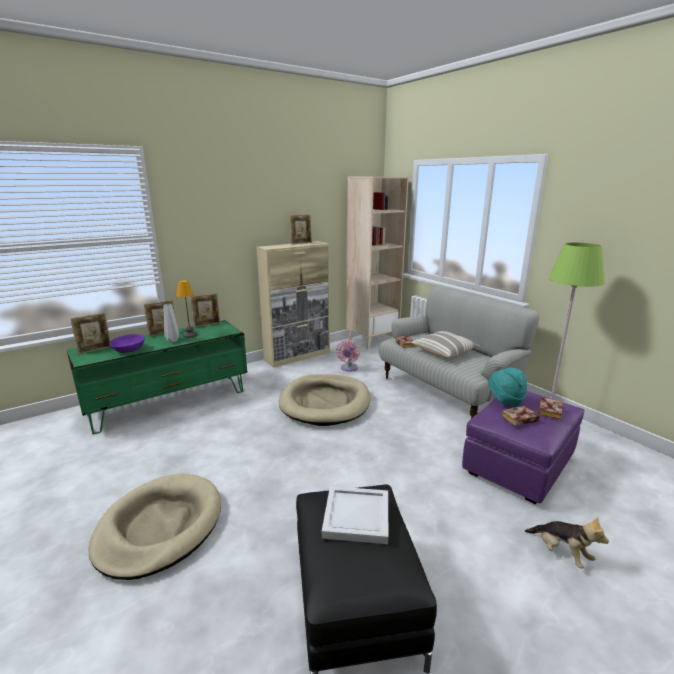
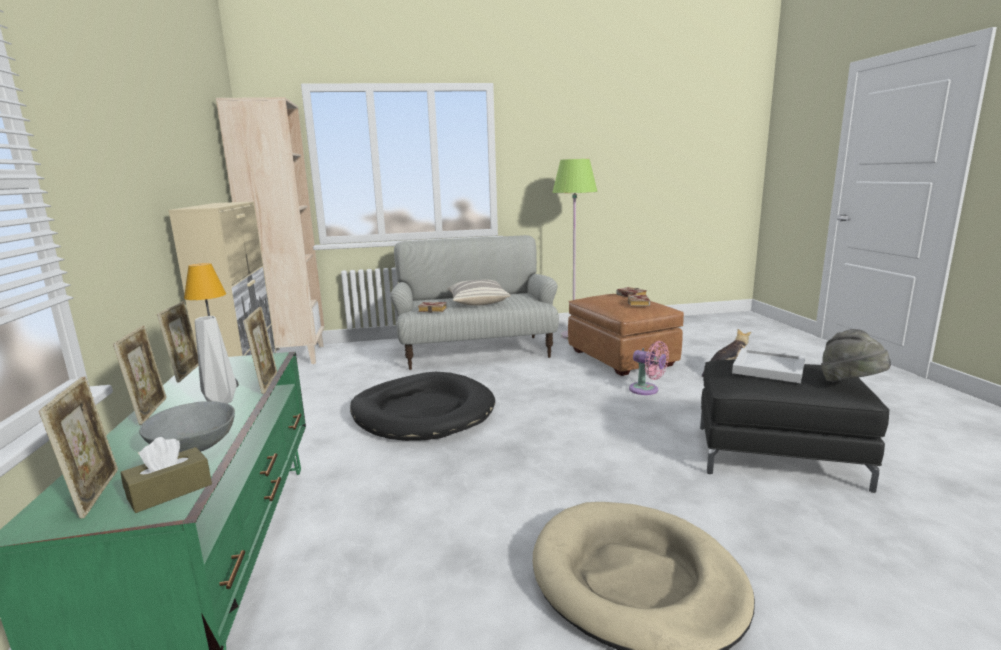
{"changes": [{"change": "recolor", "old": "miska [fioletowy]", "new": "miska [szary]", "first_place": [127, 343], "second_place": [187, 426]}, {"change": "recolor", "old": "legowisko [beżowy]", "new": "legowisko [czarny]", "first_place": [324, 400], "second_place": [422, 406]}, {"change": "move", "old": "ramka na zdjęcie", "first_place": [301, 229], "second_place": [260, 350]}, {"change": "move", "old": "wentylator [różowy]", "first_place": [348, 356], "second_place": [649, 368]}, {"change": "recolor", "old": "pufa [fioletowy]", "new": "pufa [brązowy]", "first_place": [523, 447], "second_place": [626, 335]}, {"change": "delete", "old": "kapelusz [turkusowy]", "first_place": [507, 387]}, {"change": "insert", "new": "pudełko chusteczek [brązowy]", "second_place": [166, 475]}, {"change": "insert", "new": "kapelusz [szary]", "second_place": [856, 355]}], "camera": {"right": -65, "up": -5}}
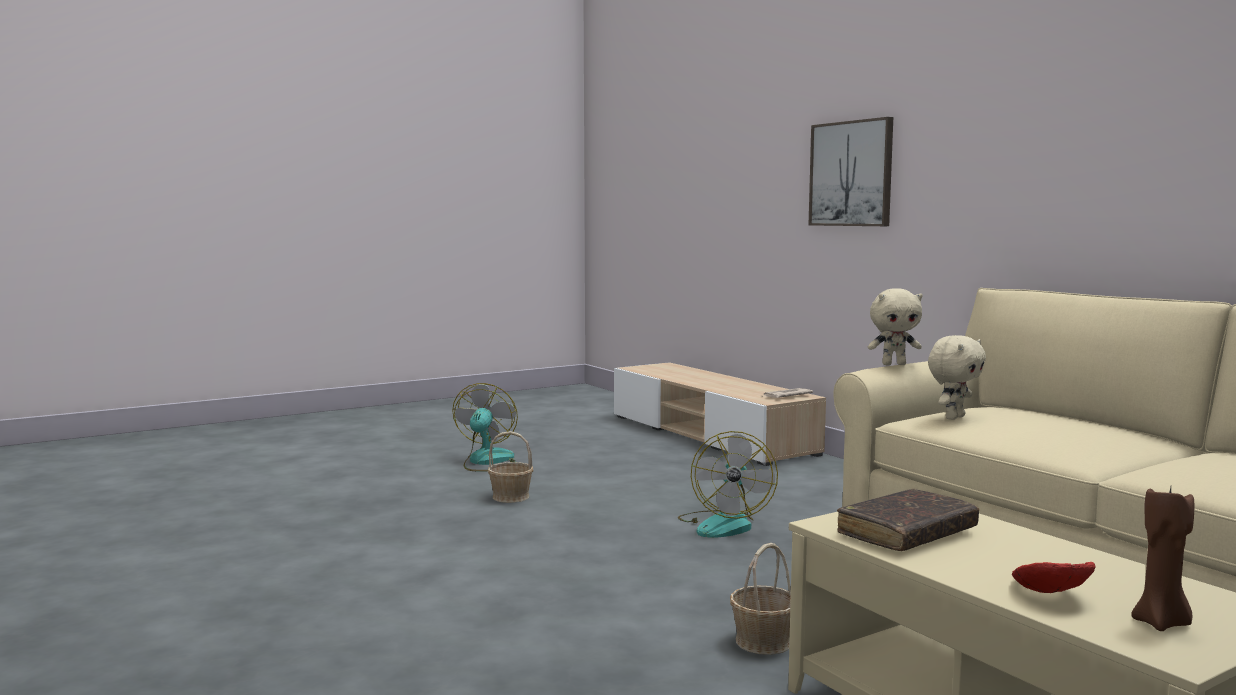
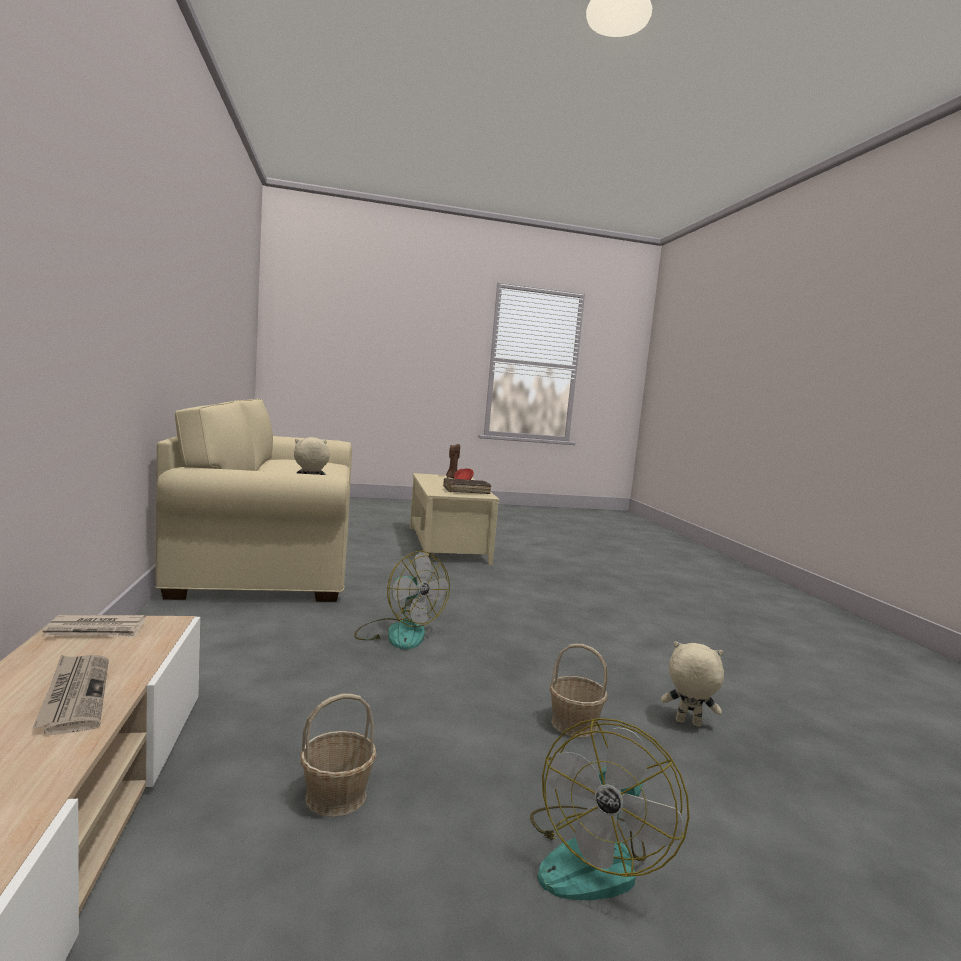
{"changes": [{"change": "rotate", "old": "wentylator", "first_place": [728, 484], "second_place": [402, 600], "degrees": 105}, {"change": "move", "old": "koszyk", "first_place": [760, 599], "second_place": [338, 755]}, {"change": "delete", "old": "obraz", "first_place": [851, 171]}, {"change": "move", "old": "pluszak [beżowy]", "first_place": [895, 326], "second_place": [692, 684]}, {"change": "insert", "new": "gazeta", "second_place": [71, 695]}], "camera": {"right": -160, "up": 0}}
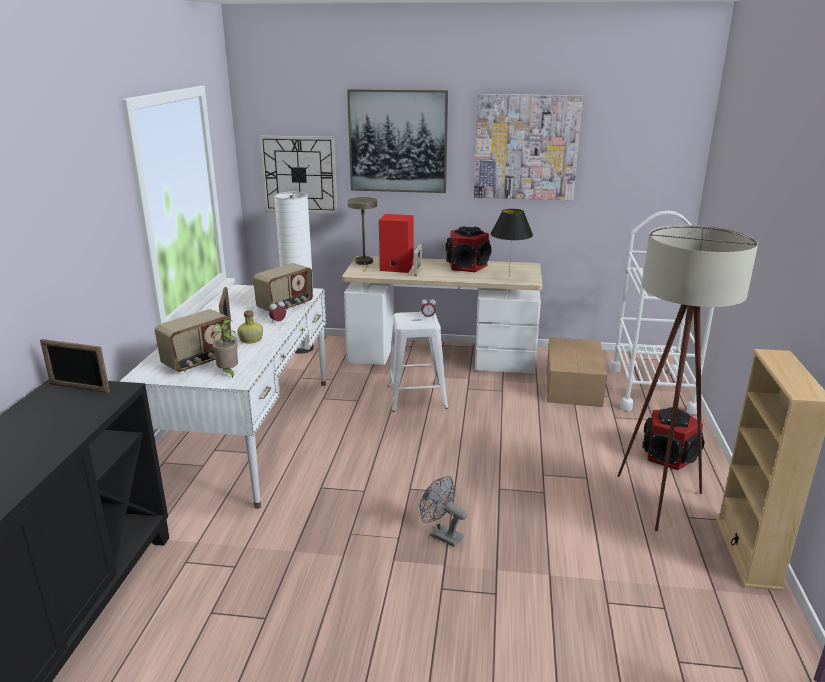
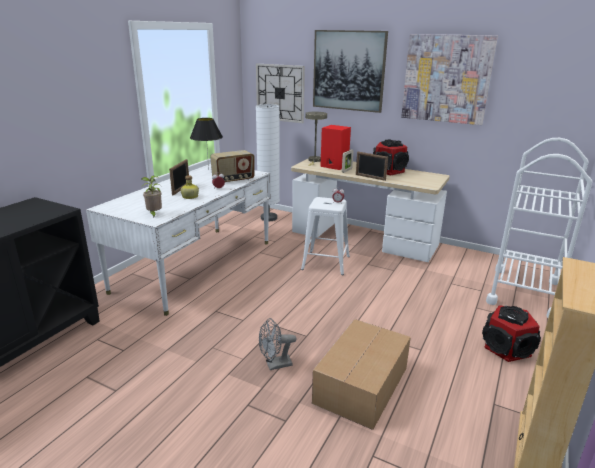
{"changes": [{"change": "move", "old": "ramka na zdjęcie", "first_place": [75, 366], "second_place": [372, 166]}, {"change": "delete", "old": "radio", "first_place": [193, 340]}, {"change": "rotate", "old": "wentylator [szary]", "first_place": [443, 511], "second_place": [277, 344], "degrees": -75}, {"change": "move", "old": "lampa stołowa [czarny]", "first_place": [512, 243], "second_place": [206, 144]}, {"change": "move", "old": "karton", "first_place": [577, 372], "second_place": [361, 374]}, {"change": "delete", "old": "lampa stojąca [beżowy]", "first_place": [688, 378]}], "camera": {"right": 20, "up": 0}}
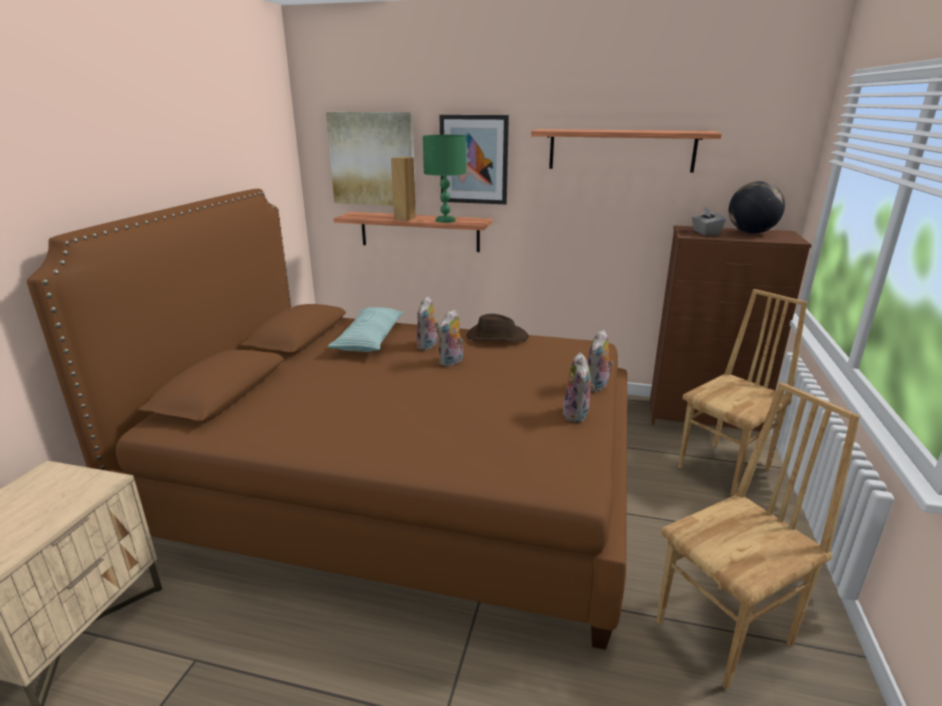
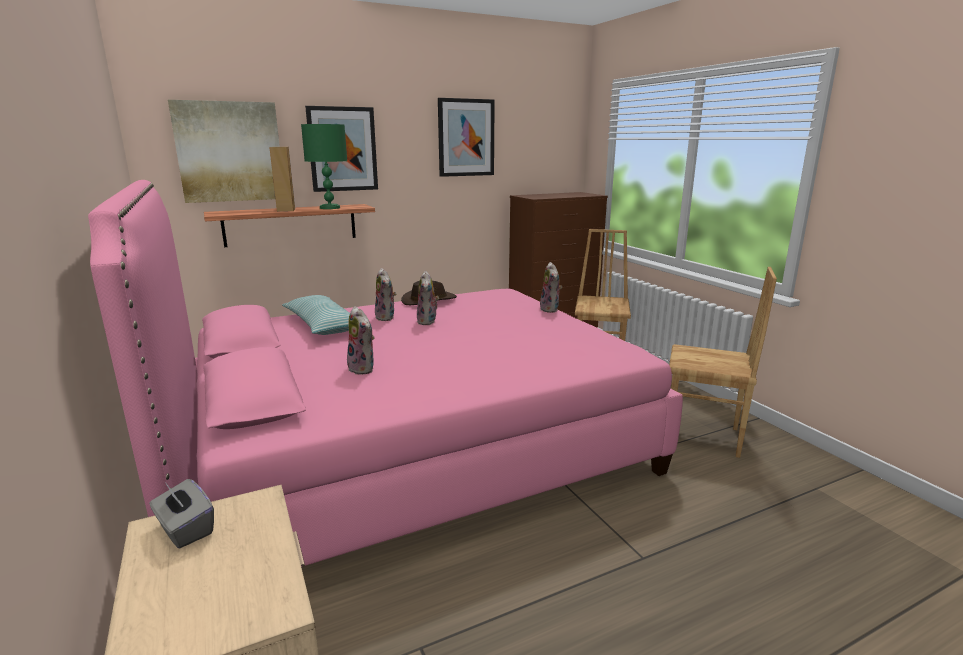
{"changes": [{"change": "recolor", "old": "łóżko [brązowy]", "new": "łóżko [różowy]", "first_place": [326, 419], "second_place": [385, 373]}, {"change": "replace", "old": "półka", "new": "obraz", "first_place": [626, 151], "second_place": [466, 137]}, {"change": "move", "old": "pluszak", "first_place": [579, 387], "second_place": [361, 340]}, {"change": "rotate", "old": "krzesło [brązowy]", "first_place": [758, 536], "second_place": [723, 362], "degrees": 90}, {"change": "move", "old": "pudełko chusteczek [szary]", "first_place": [709, 221], "second_place": [182, 513]}, {"change": "delete", "old": "globus", "first_place": [757, 207]}], "camera": {"right": -40, "up": -5}}
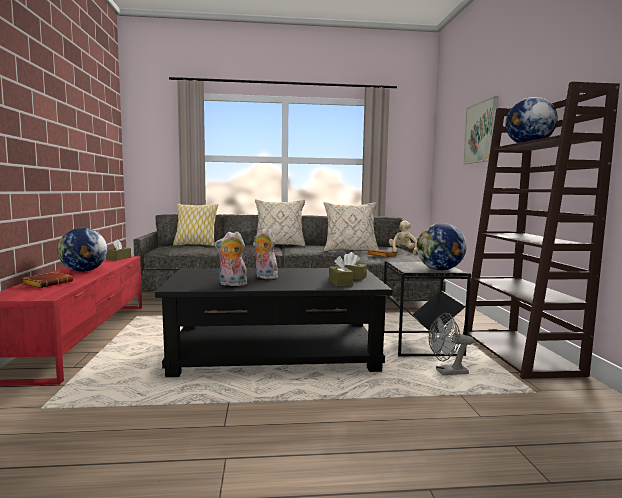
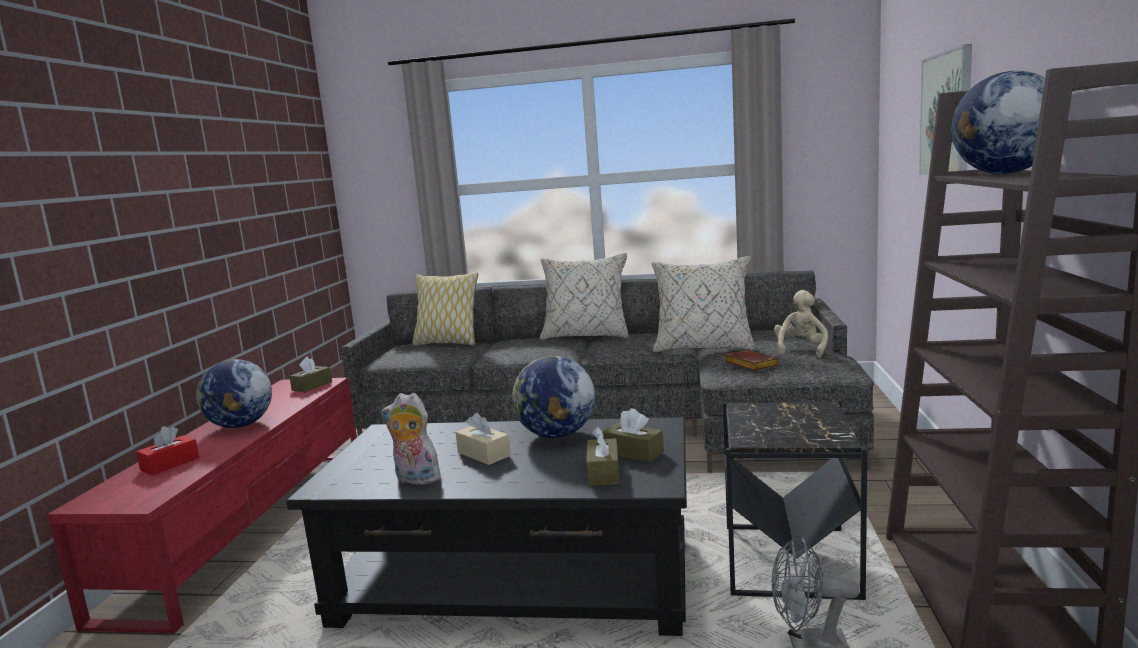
{"changes": [{"change": "replace", "old": "książka [brązowy]", "new": "pudełko chusteczek [czerwony]", "first_place": [47, 280], "second_place": [167, 450]}, {"change": "replace", "old": "pluszak", "new": "pudełko chusteczek [beżowy]", "first_place": [266, 254], "second_place": [483, 439]}, {"change": "move", "old": "globus", "first_place": [442, 246], "second_place": [553, 397]}], "camera": {"right": 15, "up": 5}}
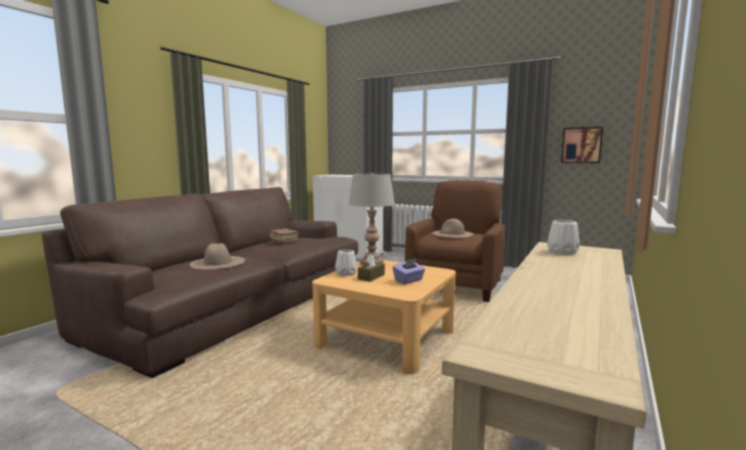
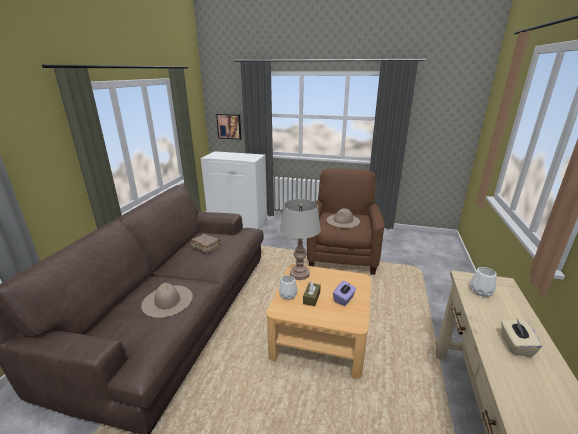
{"changes": [{"change": "move", "old": "obraz", "first_place": [582, 145], "second_place": [228, 127]}, {"change": "insert", "new": "pudełko chusteczek [beżowy]", "second_place": [521, 338]}], "camera": {"right": -15, "up": 15}}
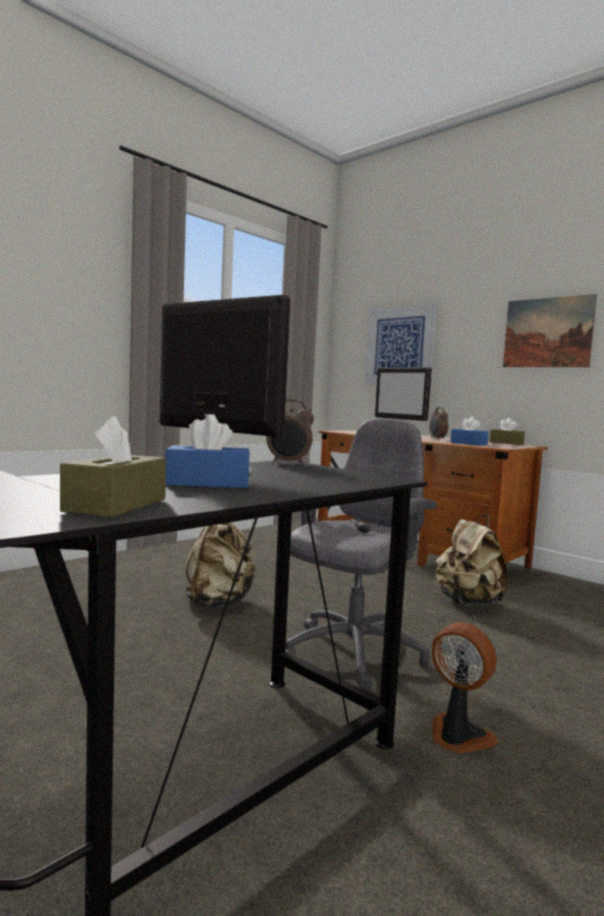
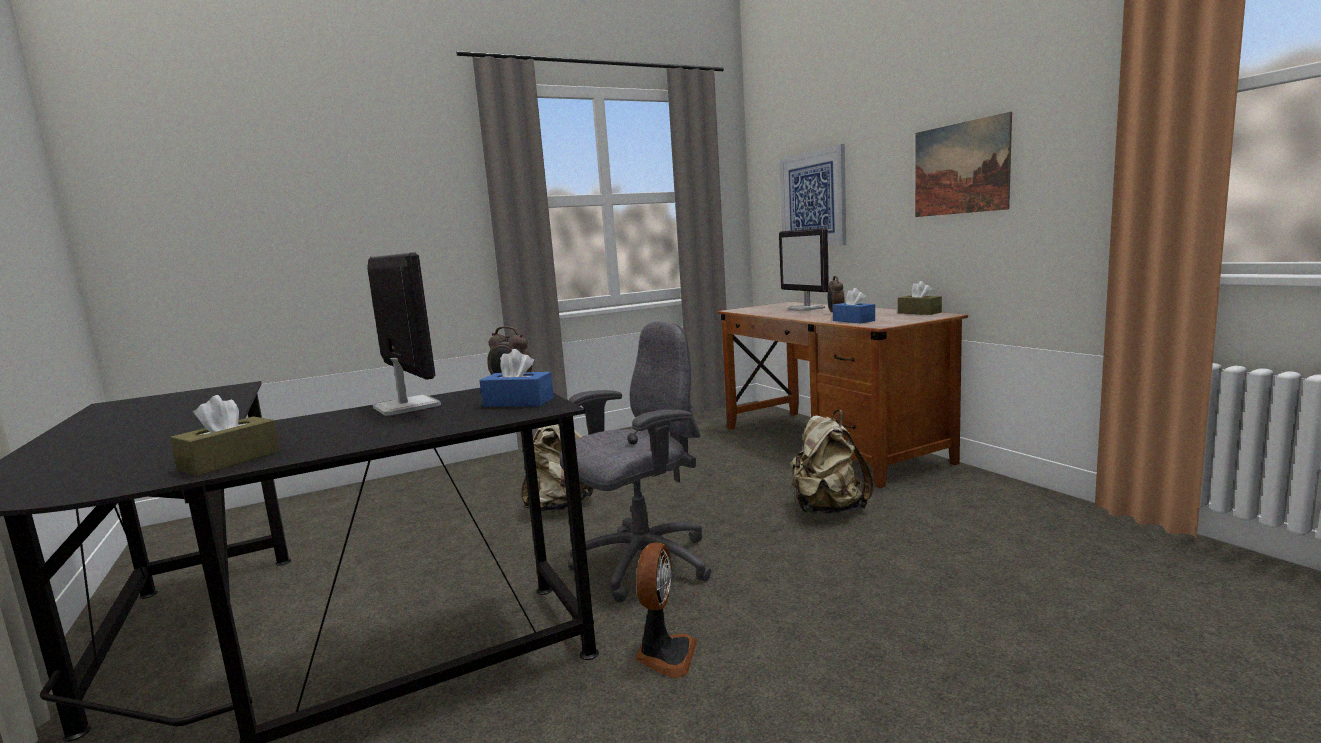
{"changes": [{"change": "move", "old": "pudełko chusteczek [niebieski]", "first_place": [207, 451], "second_place": [516, 378]}, {"change": "rotate", "old": "wentylator", "first_place": [465, 688], "second_place": [666, 610], "degrees": 45}], "camera": {"right": 20, "up": 5}}
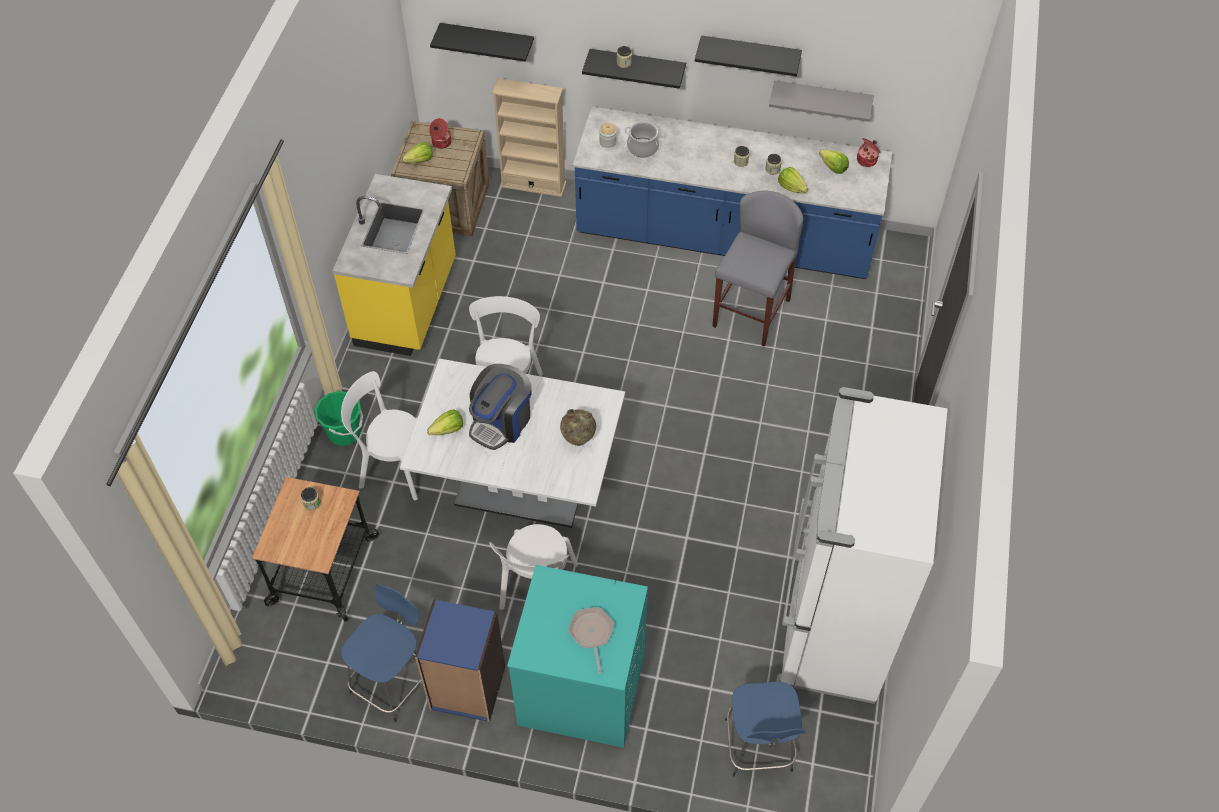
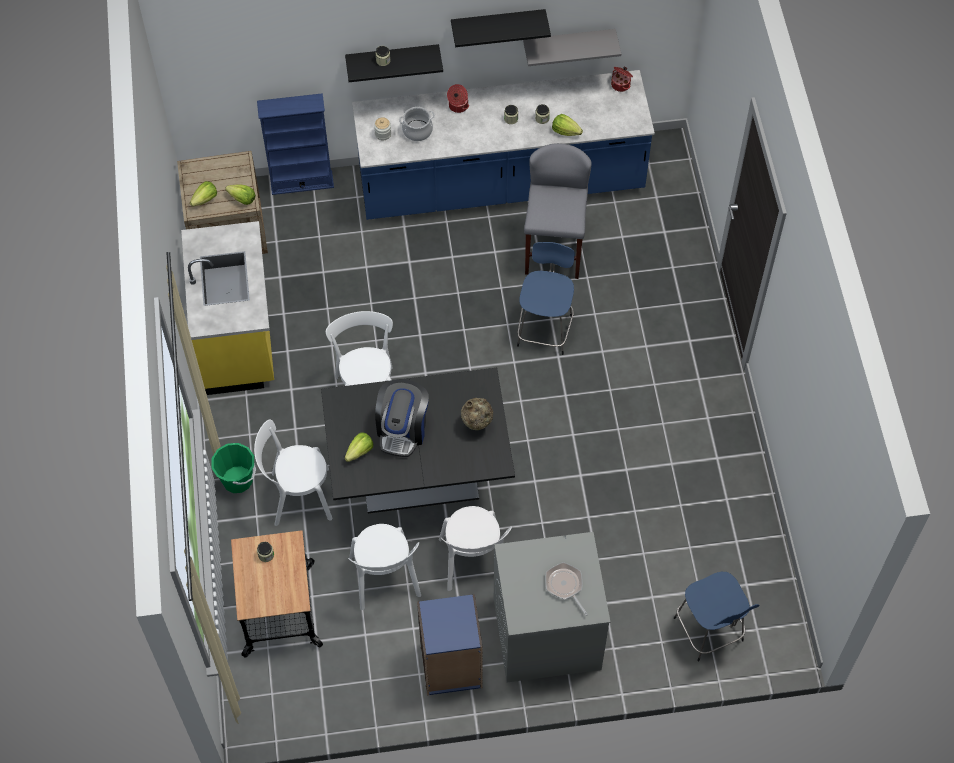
{"changes": [{"change": "move", "old": "stołek [niebieski]", "first_place": [381, 653], "second_place": [546, 298]}, {"change": "recolor", "old": "stół jadalny [biały]", "new": "stół jadalny [czarny]", "first_place": [512, 443], "second_place": [418, 440]}, {"change": "move", "old": "garnek", "first_place": [440, 133], "second_place": [458, 98]}, {"change": "delete", "old": "półka [czarny]", "first_place": [482, 42]}, {"change": "recolor", "old": "regał [beżowy]", "new": "regał [niebieski]", "first_place": [529, 137], "second_place": [295, 144]}, {"change": "recolor", "old": "pralka [turkusowy]", "new": "pralka [szary]", "first_place": [577, 656], "second_place": [552, 607]}, {"change": "delete", "old": "lodówka [biały]", "first_place": [862, 545]}, {"change": "move", "old": "sałata", "first_place": [834, 162], "second_place": [240, 194]}, {"change": "insert", "new": "krzesło [biały]", "second_place": [384, 567]}], "camera": {"right": -20, "up": 5}}
